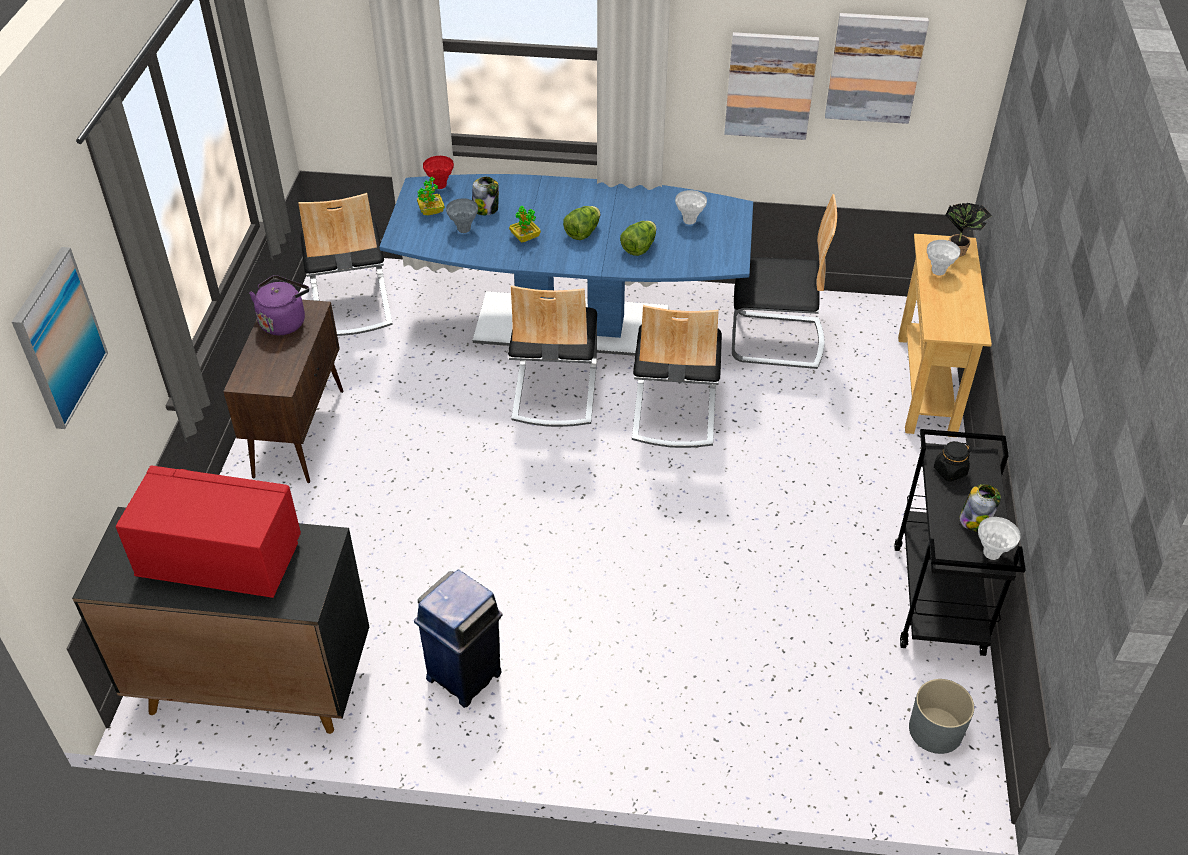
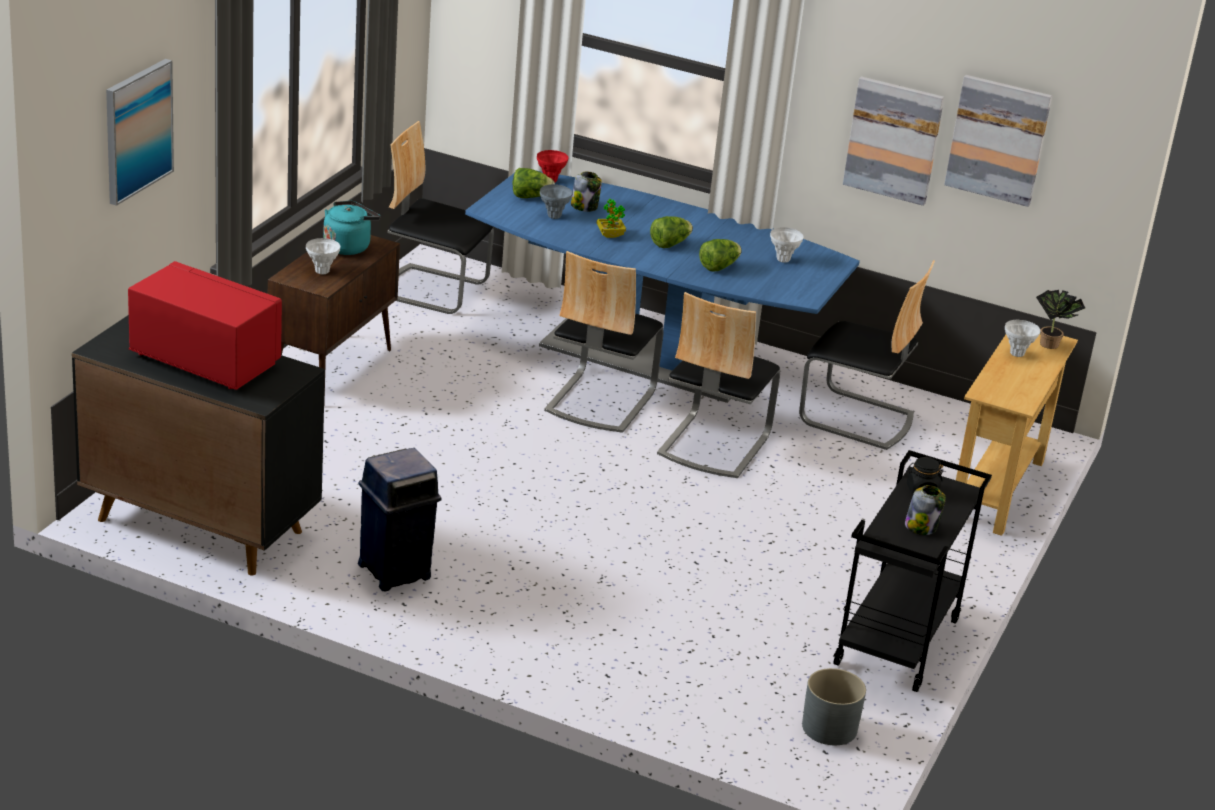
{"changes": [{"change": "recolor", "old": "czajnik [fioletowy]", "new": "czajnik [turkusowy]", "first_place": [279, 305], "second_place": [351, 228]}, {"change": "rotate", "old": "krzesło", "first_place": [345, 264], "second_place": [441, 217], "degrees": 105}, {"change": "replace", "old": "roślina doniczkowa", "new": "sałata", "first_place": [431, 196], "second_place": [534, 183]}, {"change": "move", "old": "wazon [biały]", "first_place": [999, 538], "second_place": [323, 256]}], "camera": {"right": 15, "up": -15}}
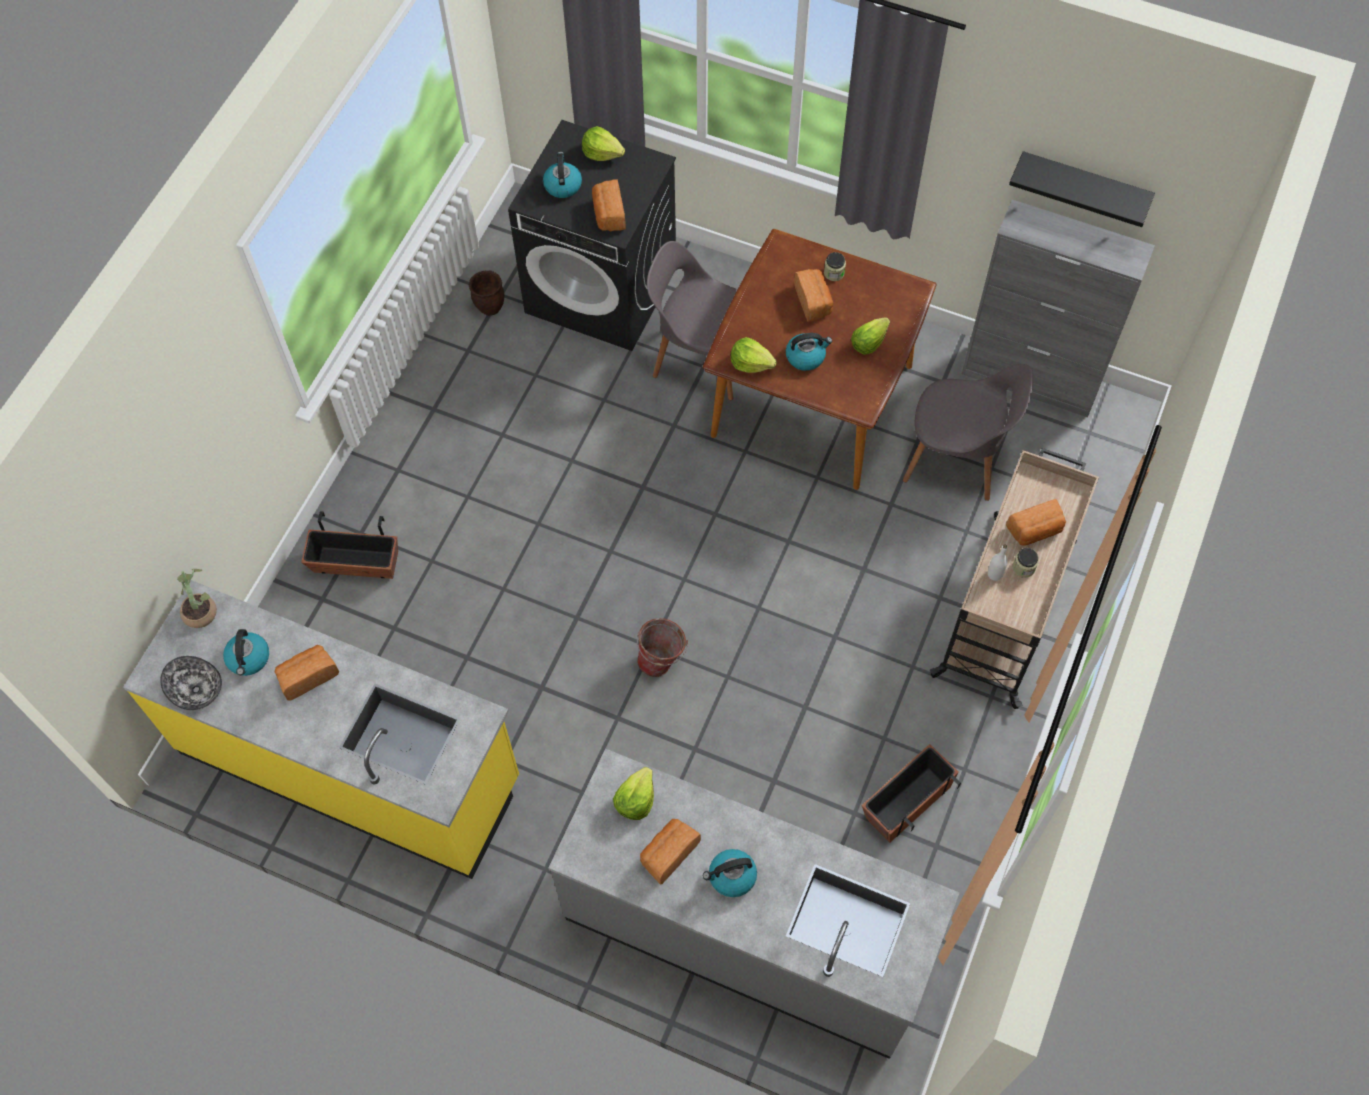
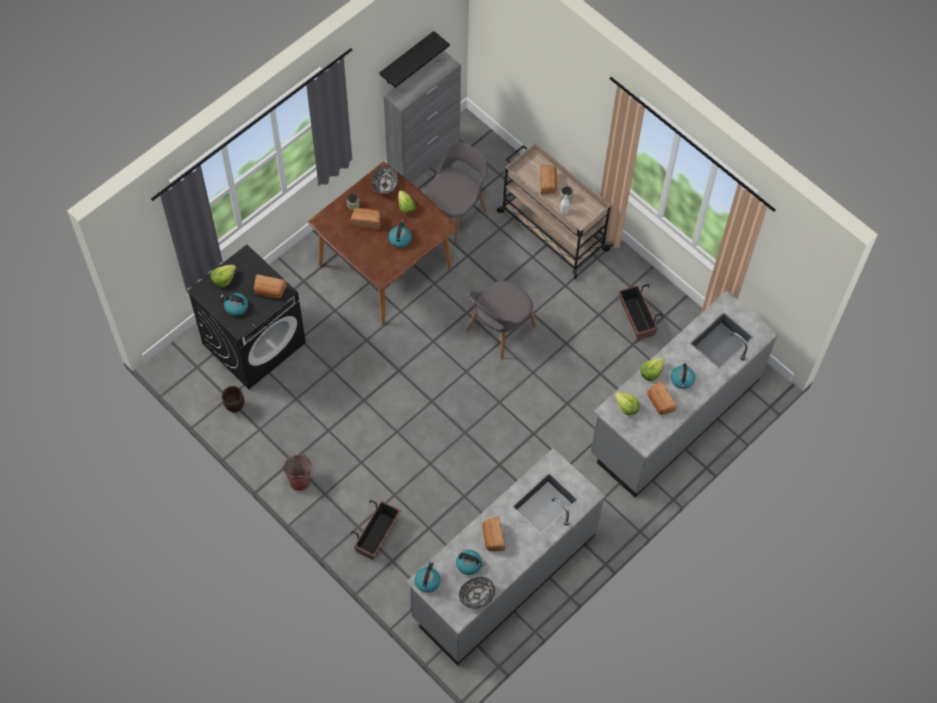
{"changes": [{"change": "recolor", "old": "zabudowa kuchenna [żółty]", "new": "zabudowa kuchenna [szary]", "first_place": [321, 729], "second_place": [505, 556]}, {"change": "replace", "old": "roślina doniczkowa", "new": "czajnik", "first_place": [197, 598], "second_place": [427, 577]}, {"change": "move", "old": "wiadro", "first_place": [662, 647], "second_place": [298, 472]}, {"change": "move", "old": "krzesło [szary]", "first_place": [692, 320], "second_place": [501, 319]}, {"change": "move", "old": "sałata", "first_place": [754, 355], "second_place": [652, 369]}, {"change": "insert", "new": "miska", "second_place": [385, 180]}], "camera": {"right": -70, "up": 0}}
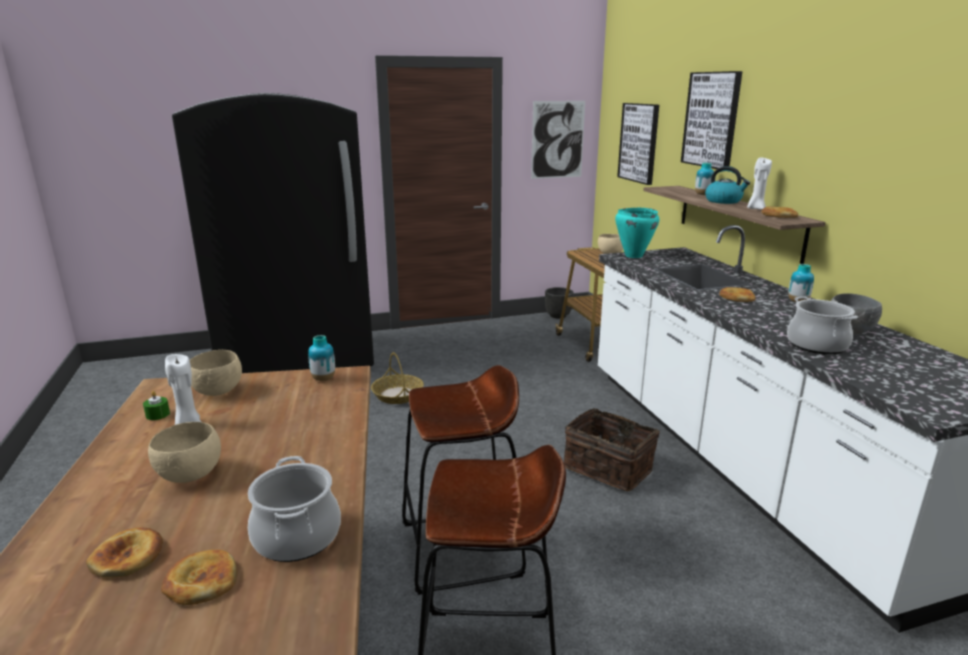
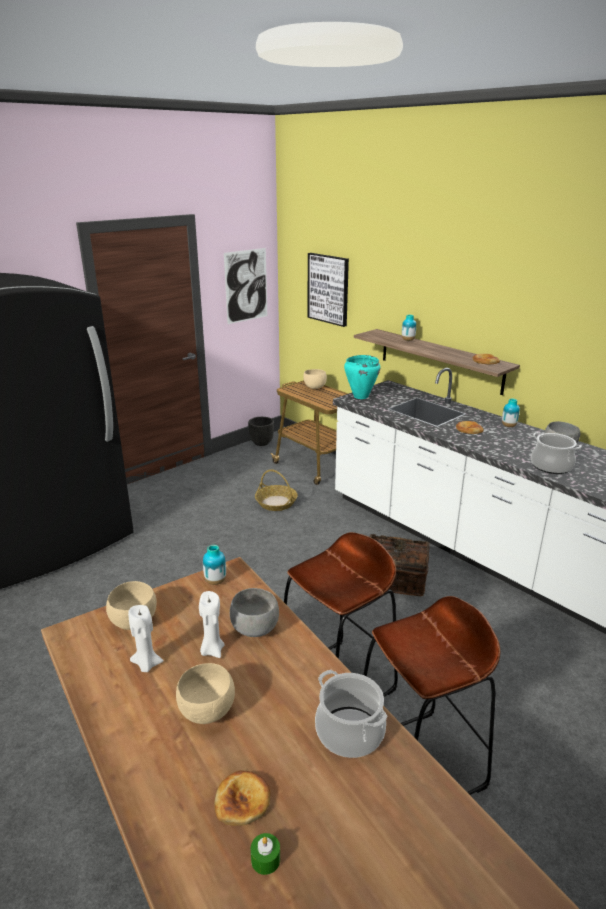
{"changes": [{"change": "move", "old": "świeca [zielony]", "first_place": [156, 405], "second_place": [265, 854]}, {"change": "delete", "old": "chleb", "first_place": [199, 577]}, {"change": "move", "old": "koszyk", "first_place": [397, 378], "second_place": [276, 490]}, {"change": "delete", "old": "obraz", "first_place": [712, 120]}, {"change": "delete", "old": "czajnik", "first_place": [727, 185]}, {"change": "move", "old": "świeca [biały]", "first_place": [759, 183], "second_place": [211, 624]}, {"change": "insert", "new": "miska [szary]", "second_place": [254, 612]}], "camera": {"right": -25, "up": 5}}
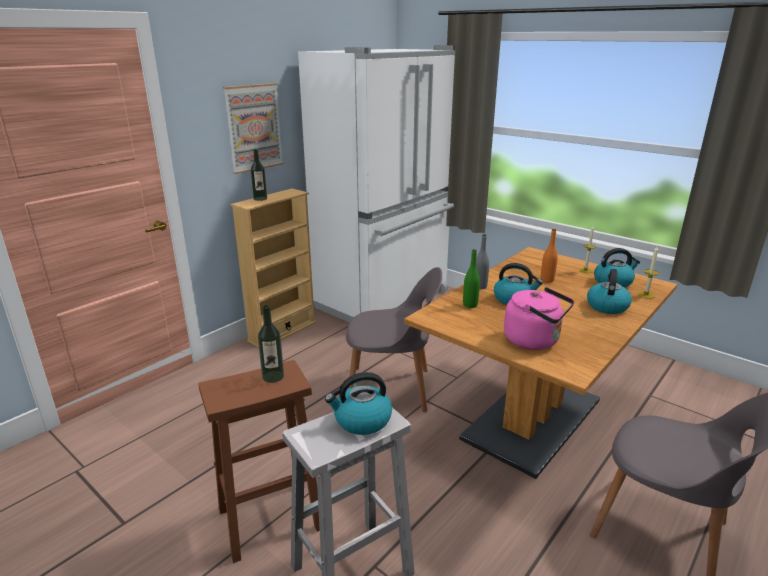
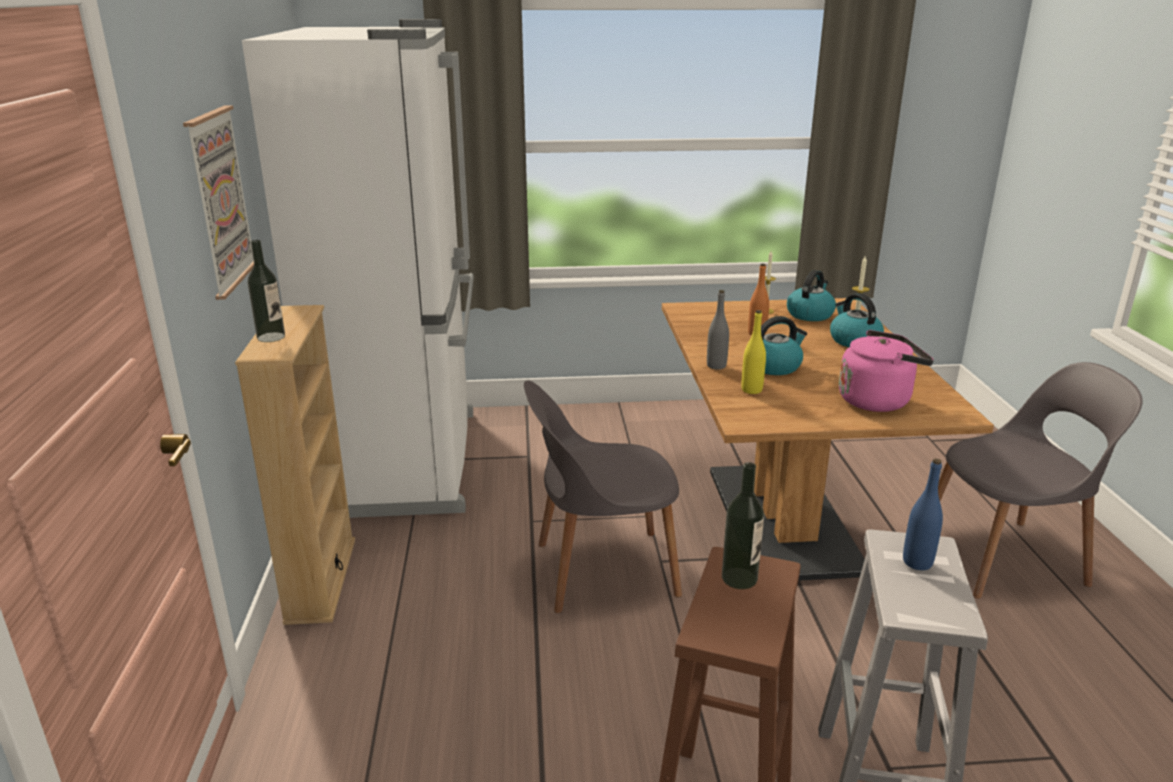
{"changes": [{"change": "replace", "old": "czajnik", "new": "butelka [niebieski]", "first_place": [358, 403], "second_place": [923, 514]}, {"change": "rotate", "old": "krzesło [szary]", "first_place": [394, 339], "second_place": [603, 496], "degrees": -150}, {"change": "recolor", "old": "butelka [zielony]", "new": "butelka [żółty]", "first_place": [471, 278], "second_place": [754, 352]}], "camera": {"right": -45, "up": 0}}
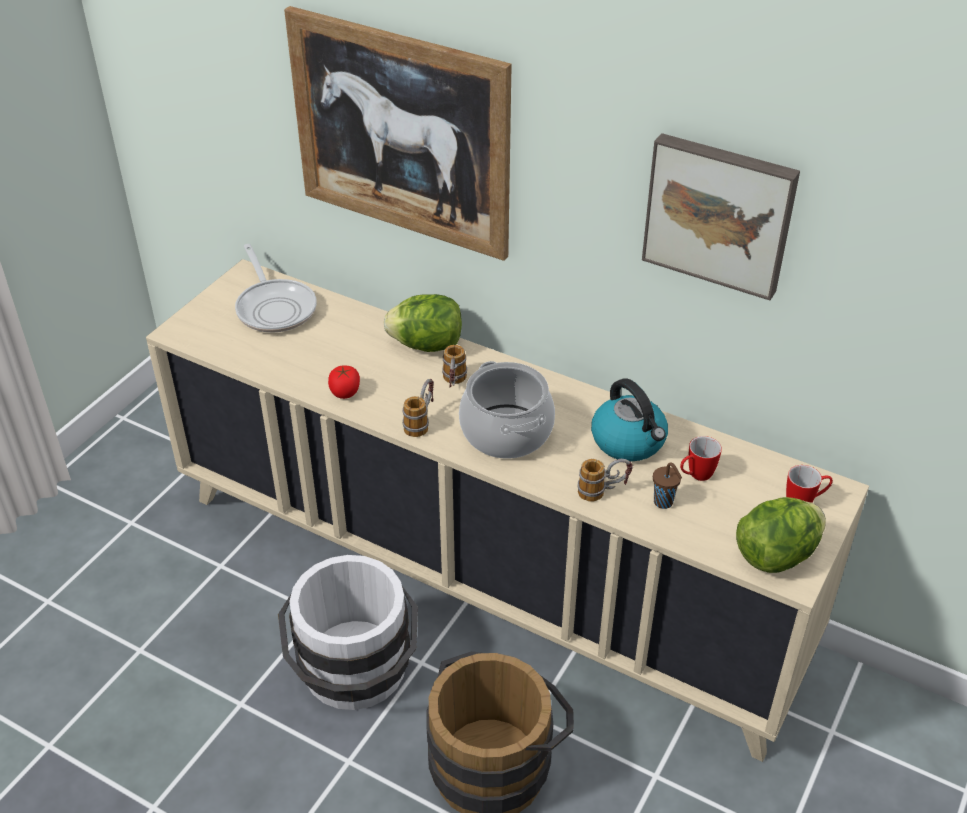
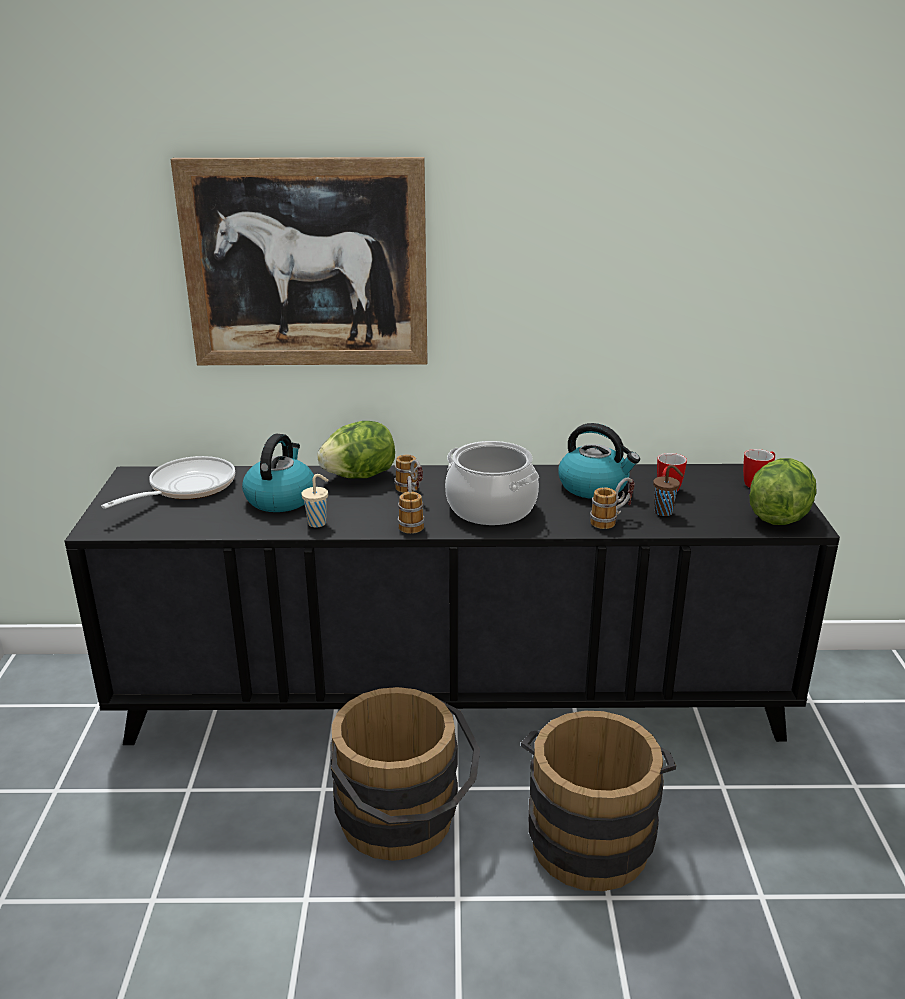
{"changes": [{"change": "recolor", "old": "szafka [beżowy]", "new": "szafka [czarny]", "first_place": [507, 510], "second_place": [452, 604]}, {"change": "rotate", "old": "patelnia", "first_place": [276, 288], "second_place": [168, 482], "degrees": -90}, {"change": "recolor", "old": "wiadro [biały]", "new": "wiadro [brązowy]", "first_place": [348, 632], "second_place": [405, 774]}, {"change": "replace", "old": "pomidor", "new": "filiżanka [beżowy]", "first_place": [344, 382], "second_place": [314, 500]}, {"change": "delete", "old": "obraz", "first_place": [721, 216]}, {"change": "insert", "new": "czajnik", "second_place": [278, 473]}], "camera": {"right": -30, "up": -15}}
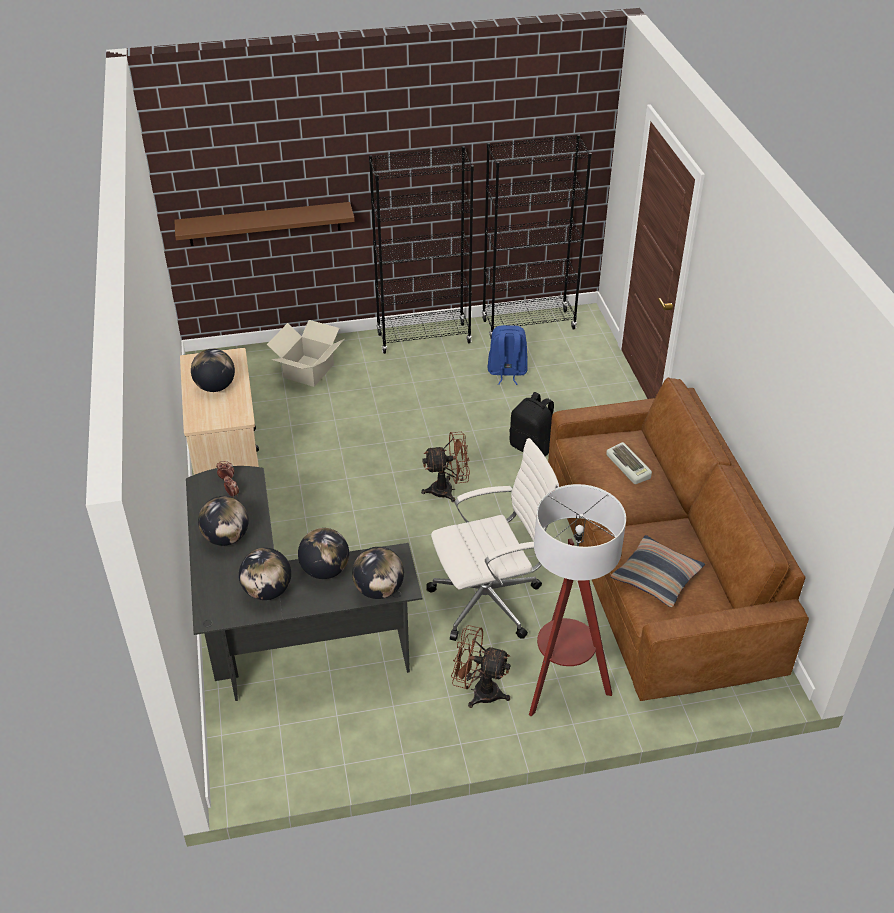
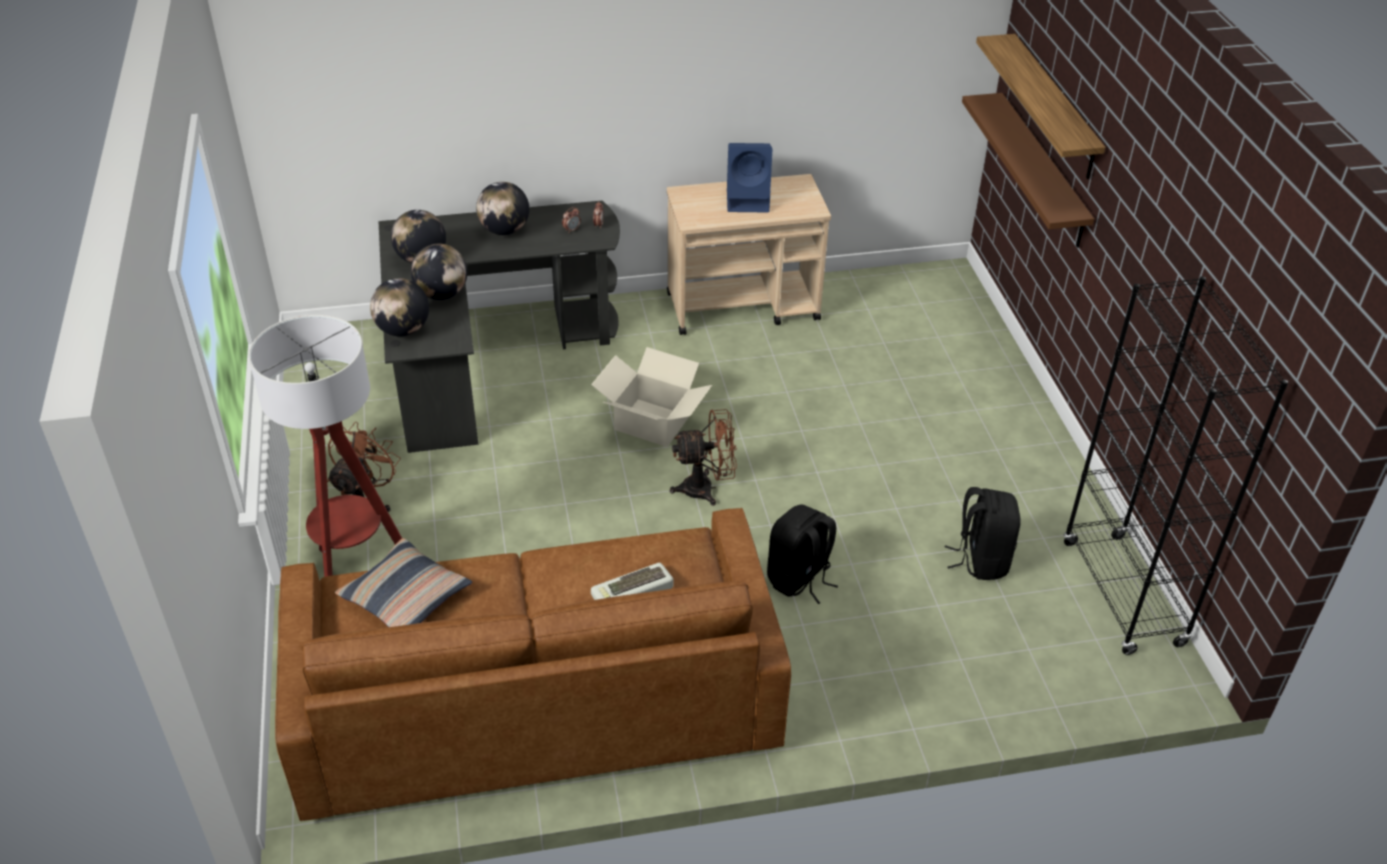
{"changes": [{"change": "replace", "old": "globus", "new": "głośnik [niebieski]", "first_place": [213, 370], "second_place": [749, 177]}, {"change": "move", "old": "karton", "first_place": [305, 353], "second_place": [651, 397]}, {"change": "delete", "old": "regał [czarny]", "first_place": [421, 250]}, {"change": "rotate", "old": "wentylator [brązowy]", "first_place": [445, 467], "second_place": [703, 457], "degrees": -90}, {"change": "delete", "old": "krzesło biurowe [biały]", "first_place": [492, 539]}, {"change": "recolor", "old": "plecak [niebieski]", "new": "plecak [czarny]", "first_place": [508, 355], "second_place": [983, 533]}, {"change": "insert", "new": "półka", "second_place": [1041, 106]}], "camera": {"right": 90, "up": 0}}
